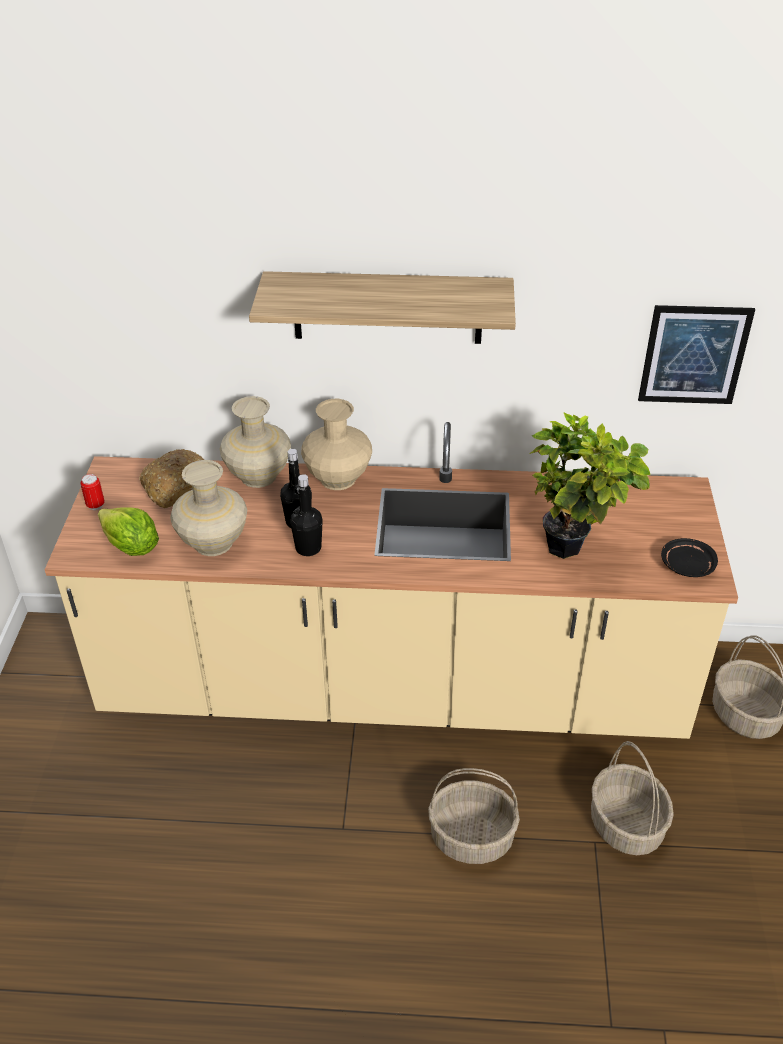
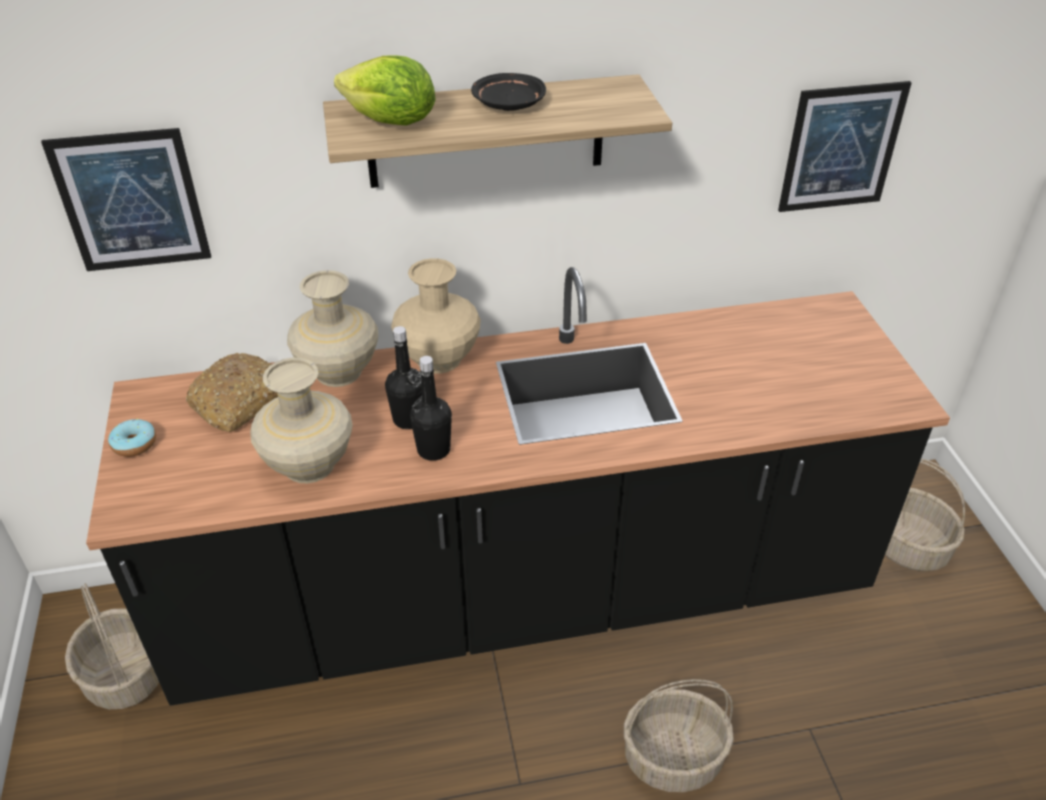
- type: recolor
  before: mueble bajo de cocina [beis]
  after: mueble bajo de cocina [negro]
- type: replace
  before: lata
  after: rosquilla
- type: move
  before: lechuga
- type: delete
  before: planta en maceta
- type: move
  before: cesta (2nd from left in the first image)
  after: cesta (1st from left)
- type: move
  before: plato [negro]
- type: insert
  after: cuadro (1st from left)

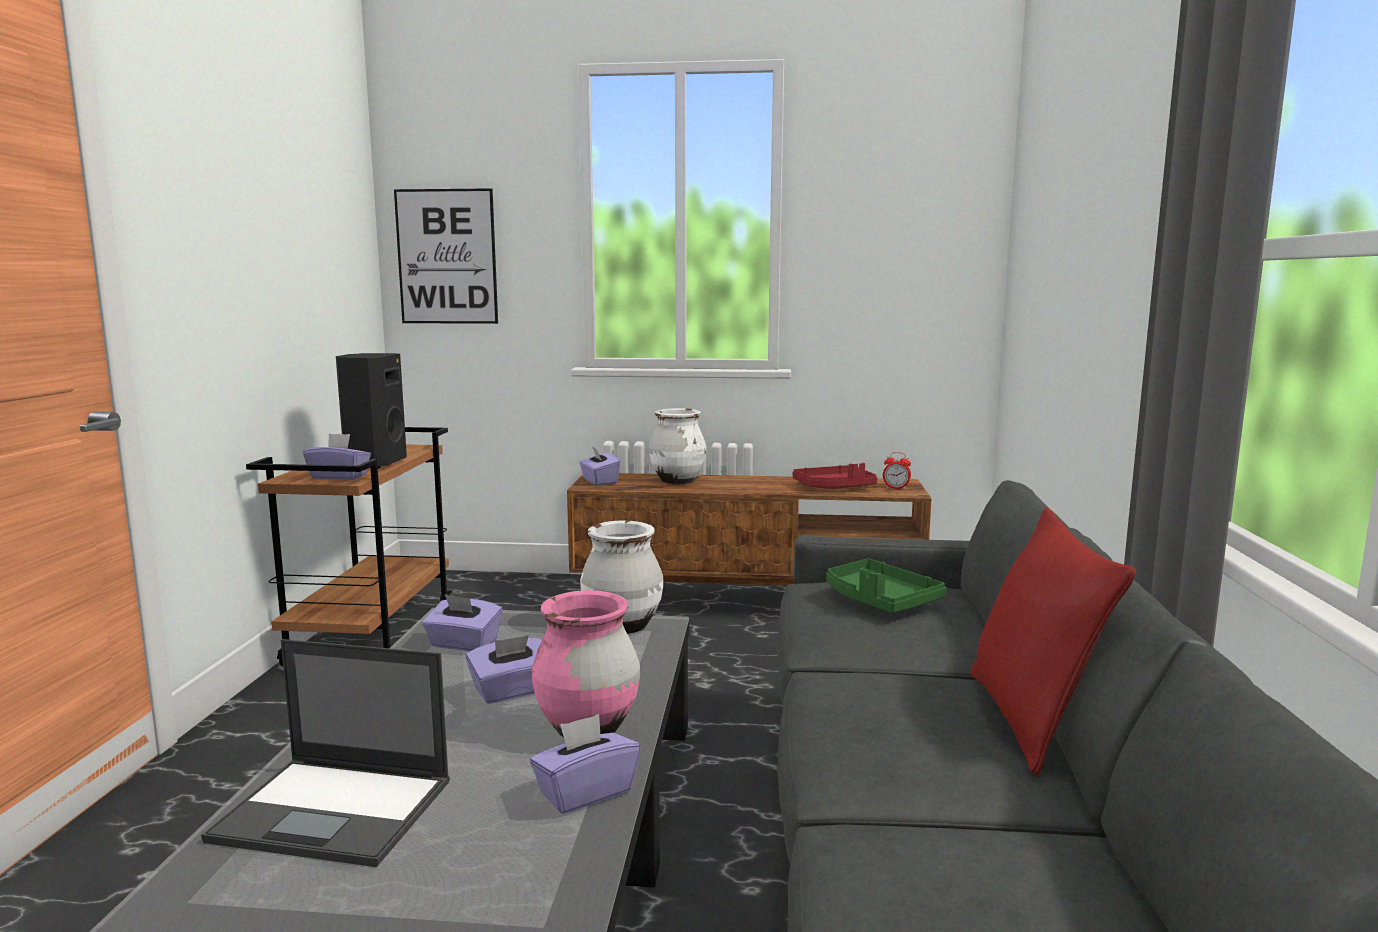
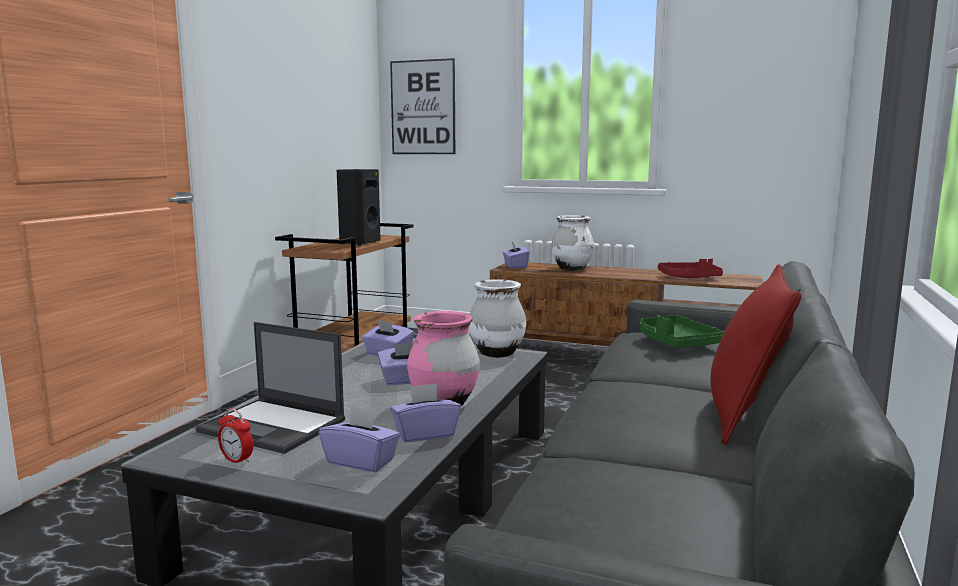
- type: move
  before: caja de pañuelos [morado] (1st from left)
- type: move
  before: despertador

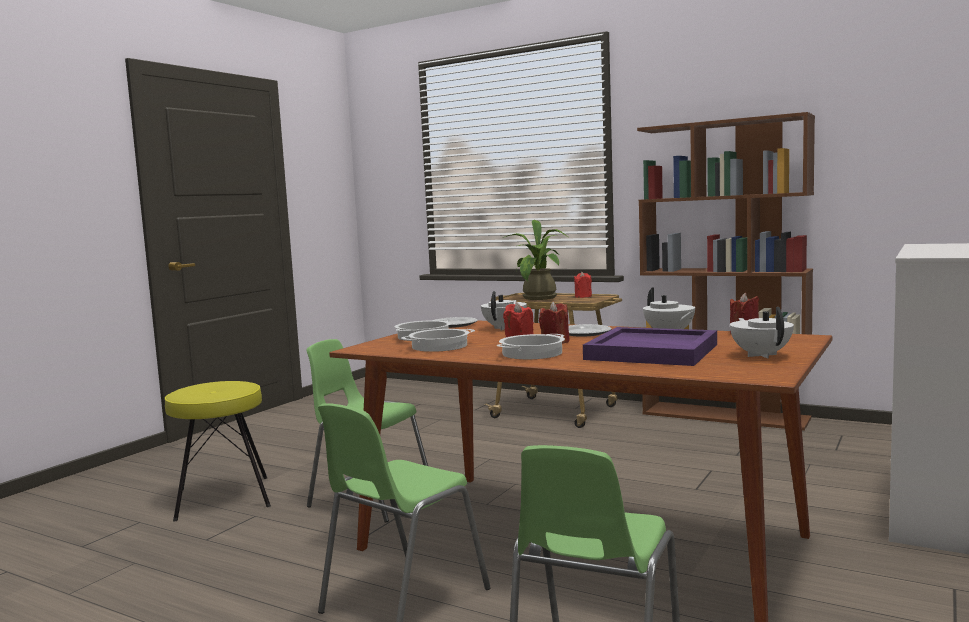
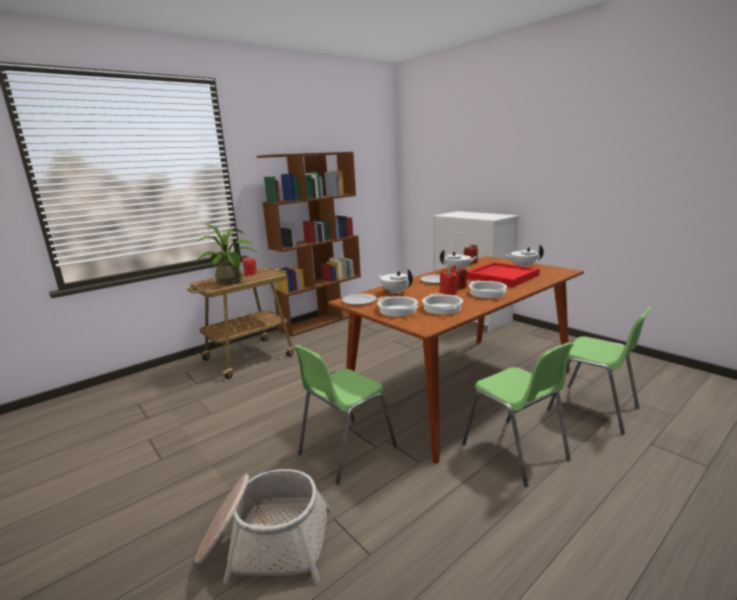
- type: replace
  before: taburete [amarillo]
  after: cesta
- type: recolor
  before: bandeja [morado]
  after: bandeja [rojo]

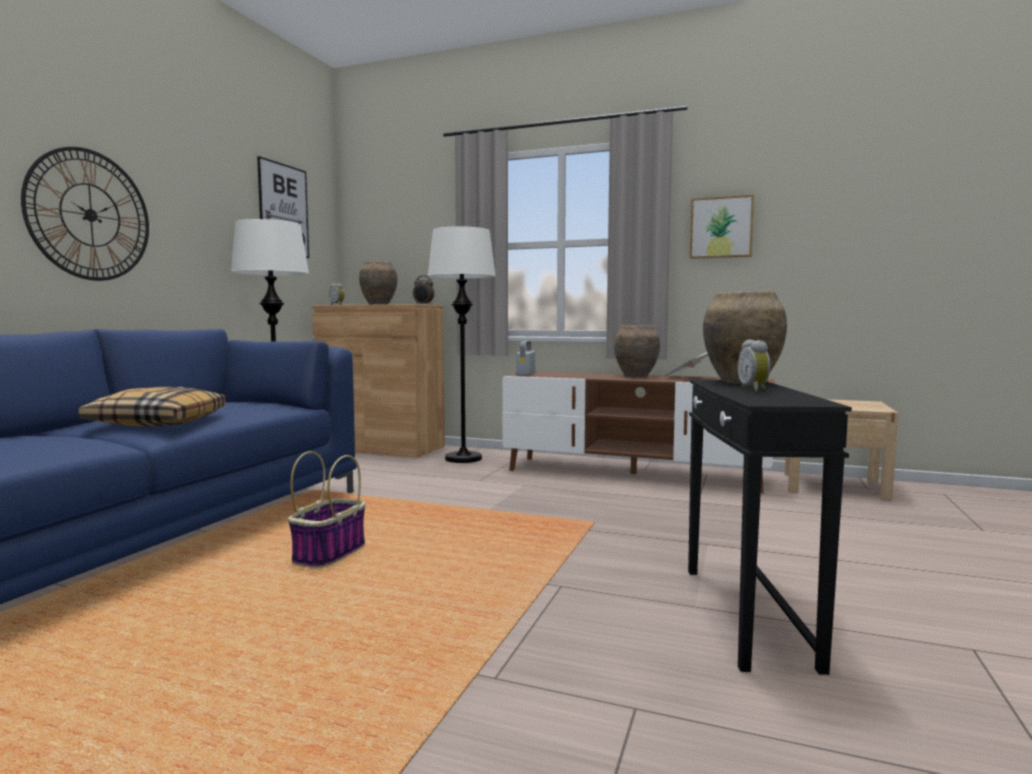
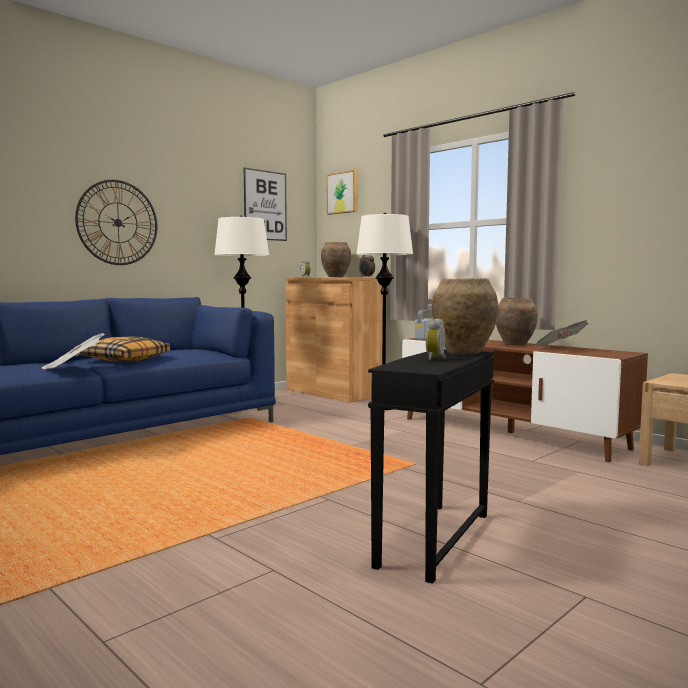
- type: delete
  before: cesta
- type: move
  before: cuadro (2nd from left)
- type: insert
  after: periódico (1st from left)

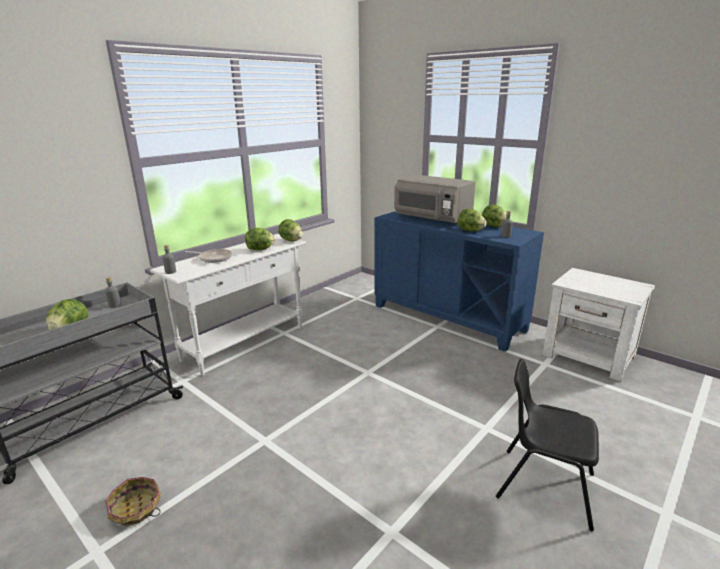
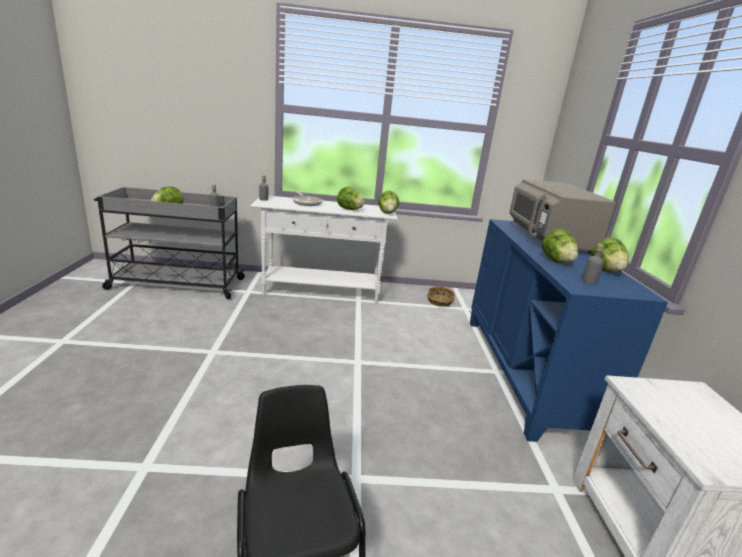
- type: move
  before: cesta

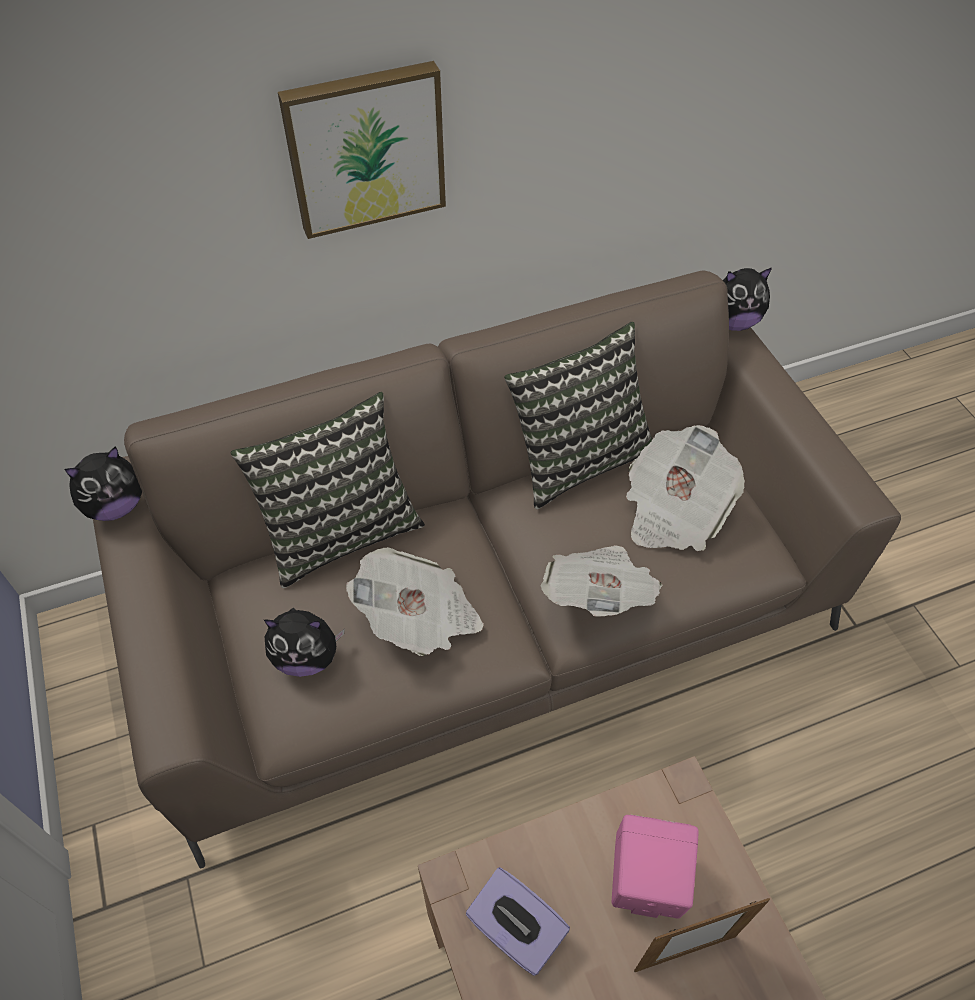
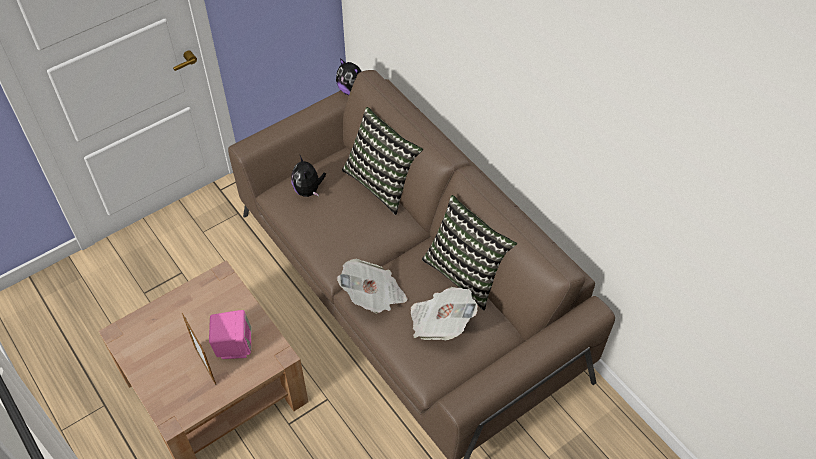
- type: delete
  before: cuadro
- type: delete
  before: periódico (1st from left)
- type: delete
  before: caja de pañuelos [morado]
- type: delete
  before: peluche (3rd from left)

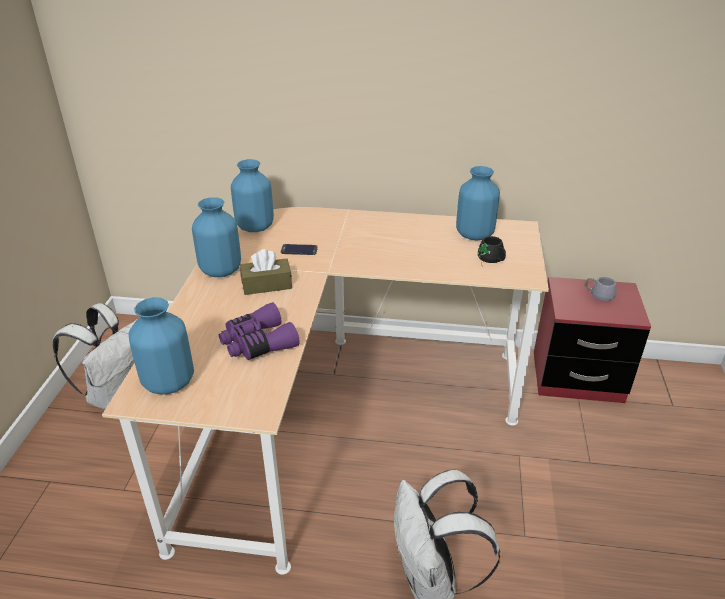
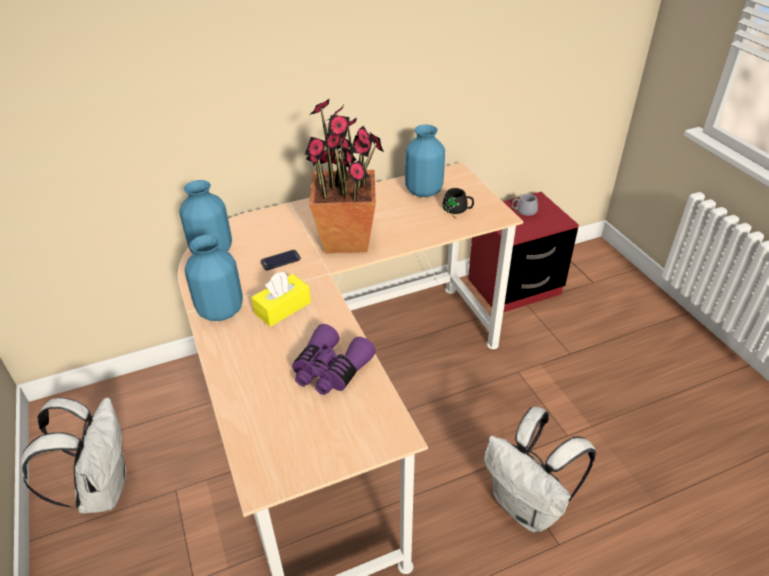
- type: delete
  before: florero [azul] (1st from left)
- type: recolor
  before: caja de pañuelos [marrón]
  after: caja de pañuelos [amarillo]
- type: insert
  after: planta en maceta

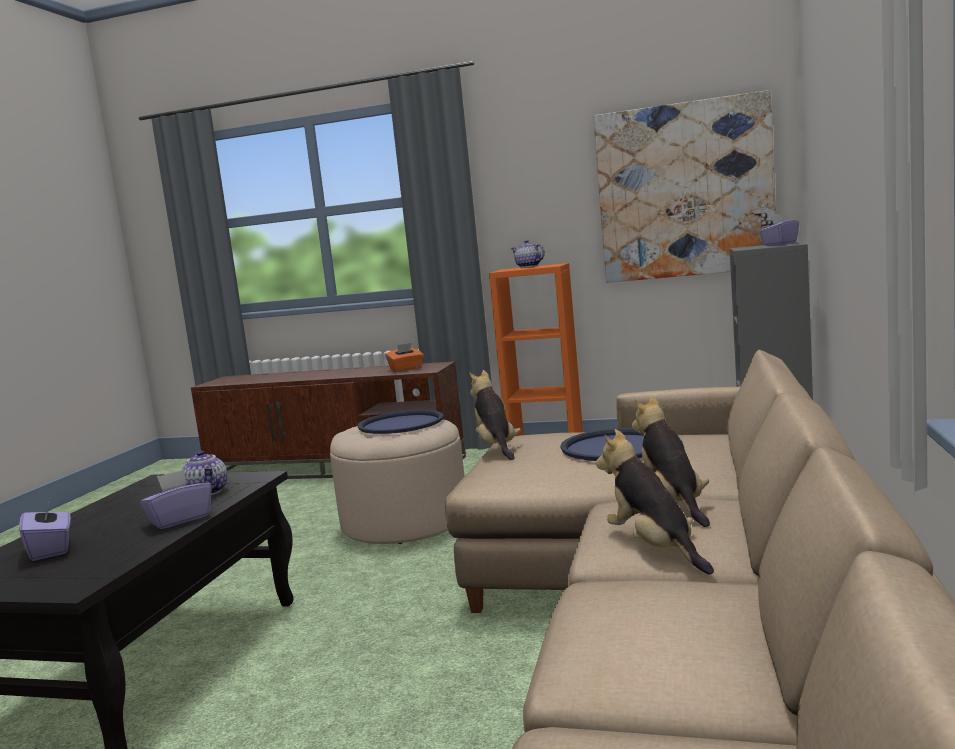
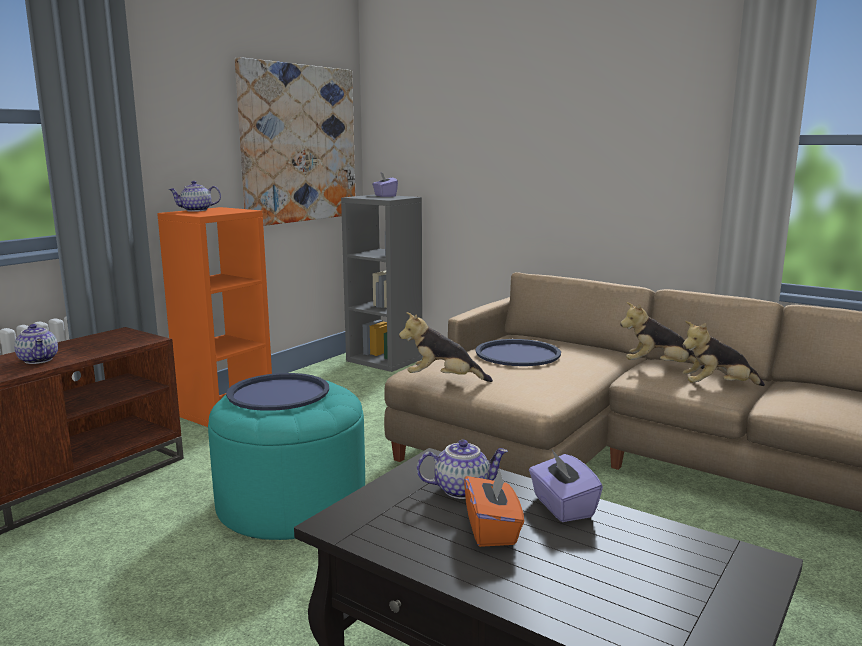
- type: delete
  before: caja de pañuelos [morado] (1st from left)
- type: recolor
  before: puf [beis]
  after: puf [turquesa]
- type: move
  before: caja de pañuelos [naranja]
- type: insert
  after: tetera (1st from left)

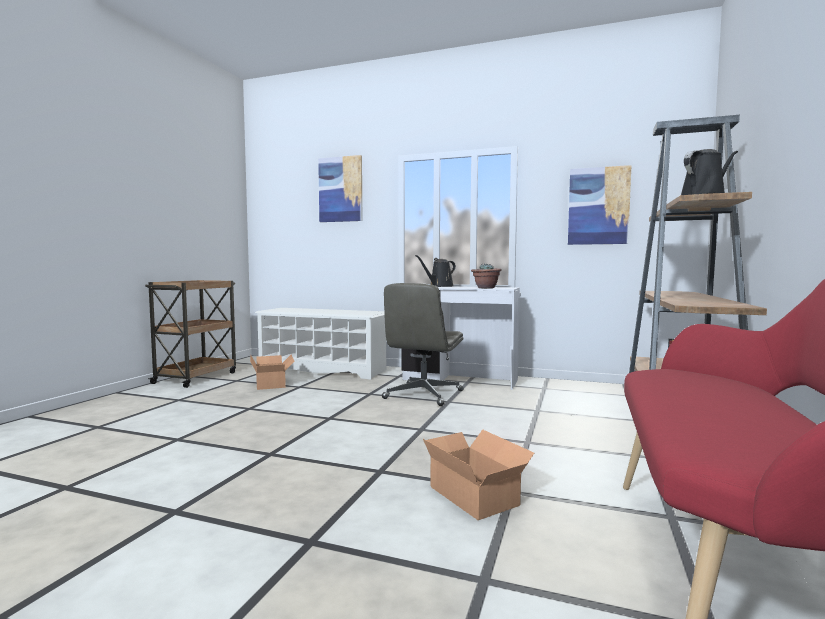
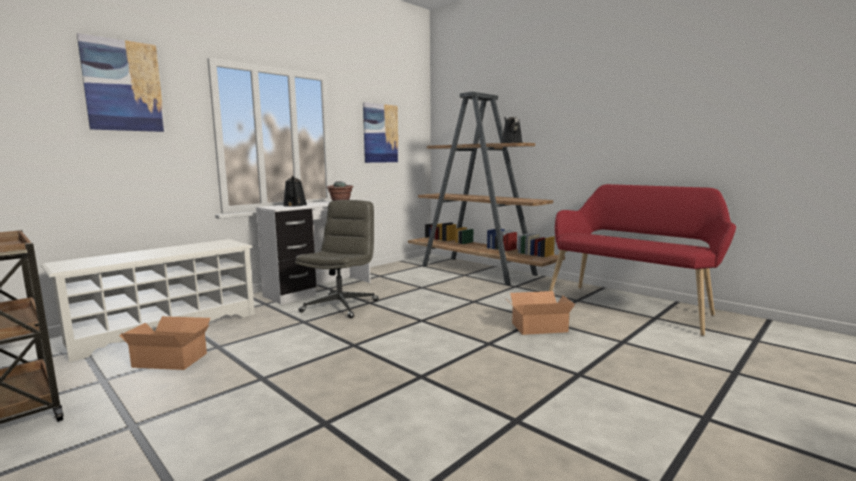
- type: rotate
  before: silla de oficina [gris]
  turn: -120

